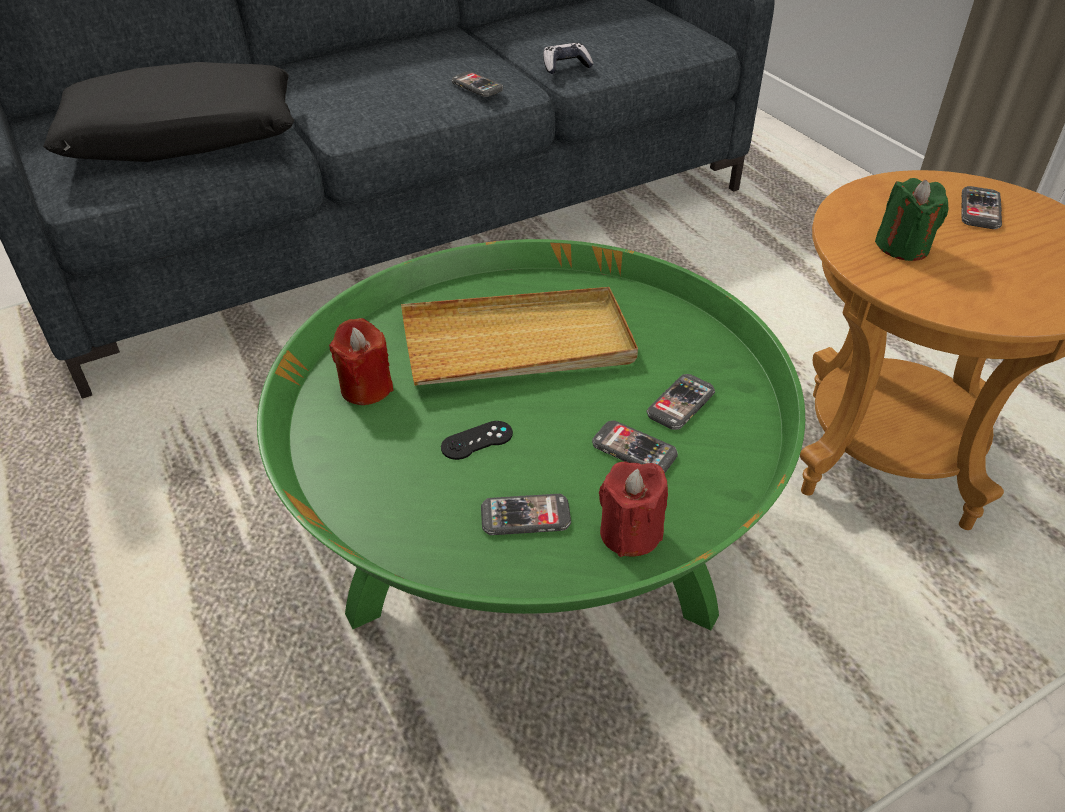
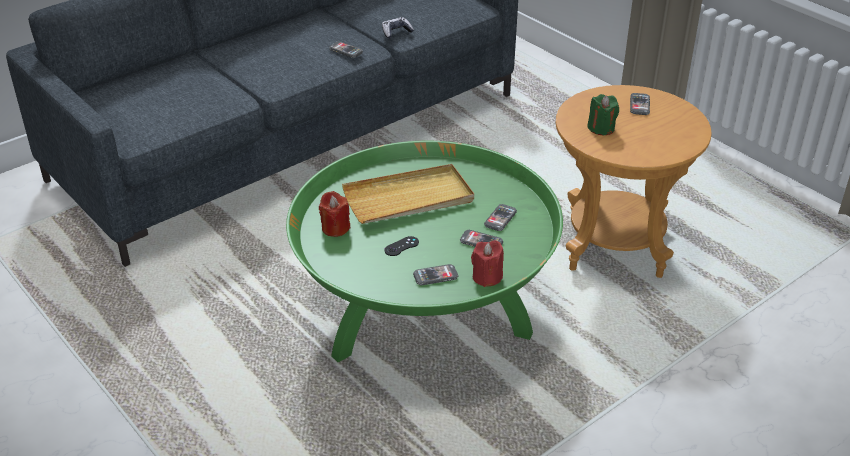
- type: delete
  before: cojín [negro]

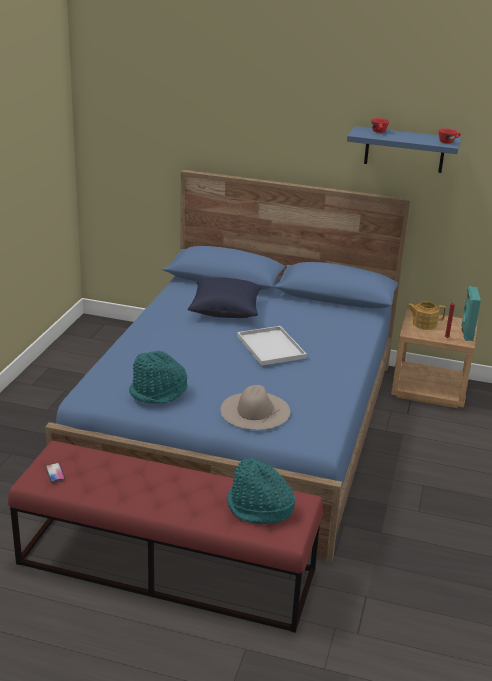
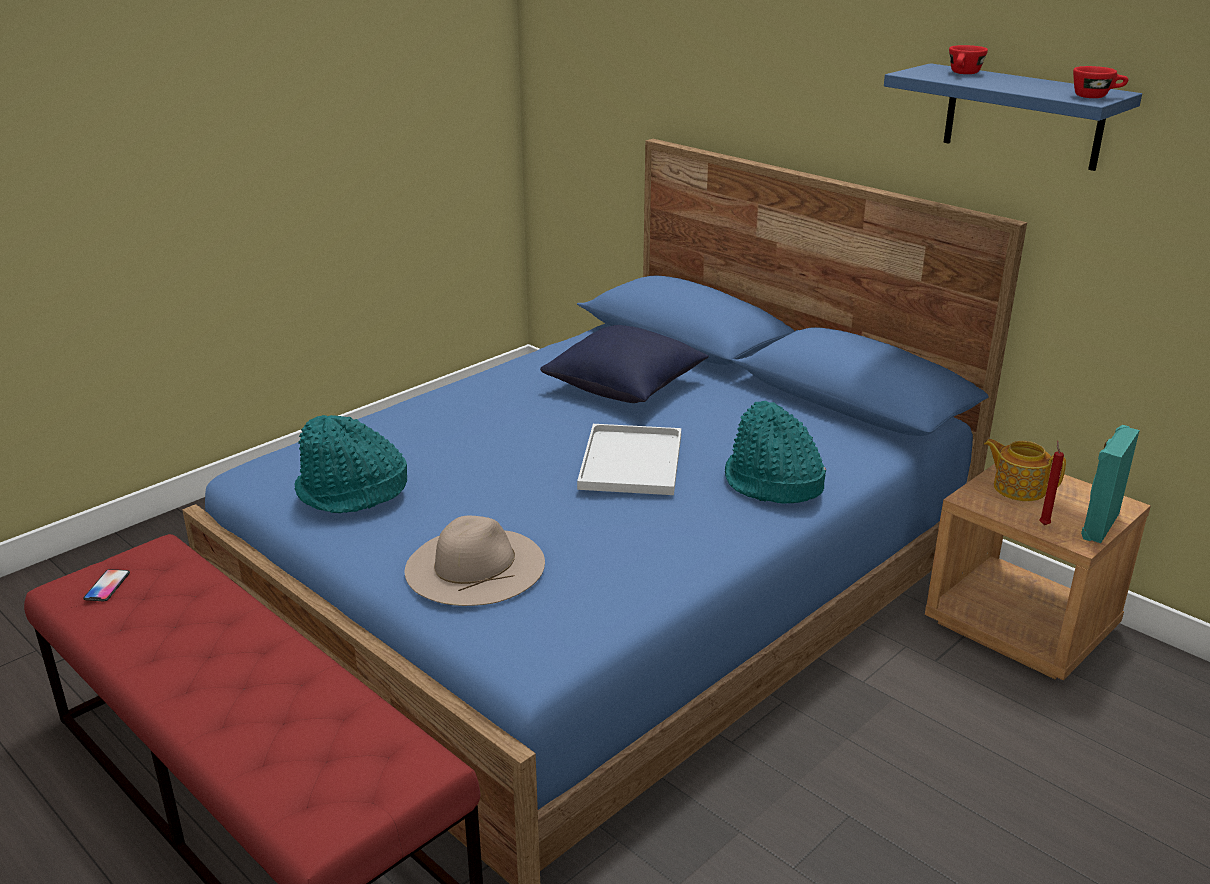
- type: move
  before: sombrero [turquesa] (2nd from left)

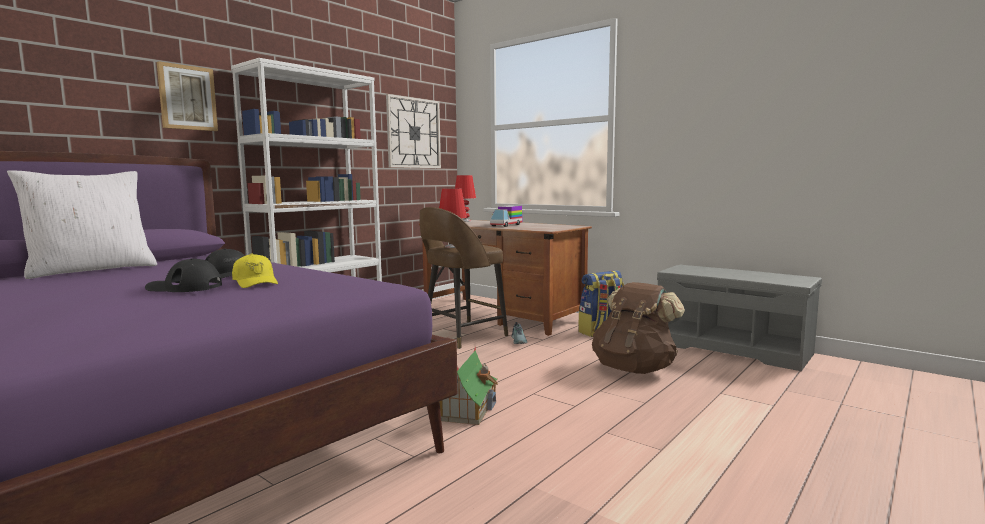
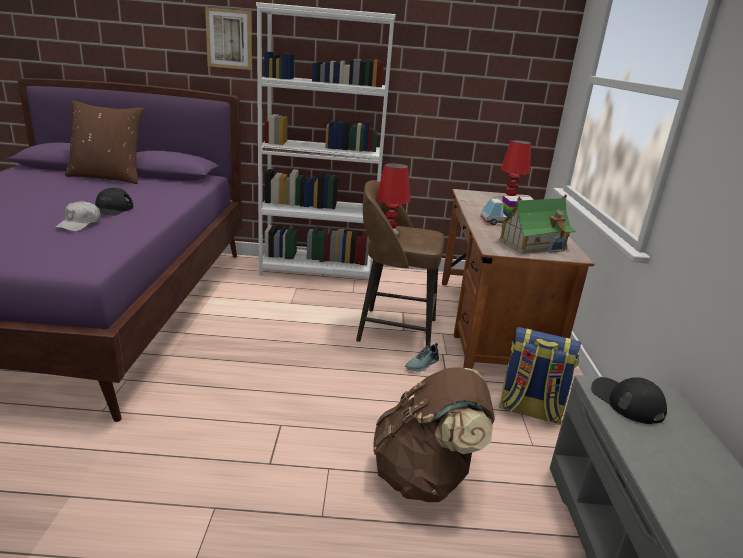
- type: recolor
  before: cojín [blanco]
  after: cojín [marrón]
- type: move
  before: gorra [negro] (1st from left in the first image)
  after: gorra [negro] (2nd from left)
- type: recolor
  before: gorra [amarillo]
  after: gorra [blanco]
- type: delete
  before: reloj de pared
- type: move
  before: casita

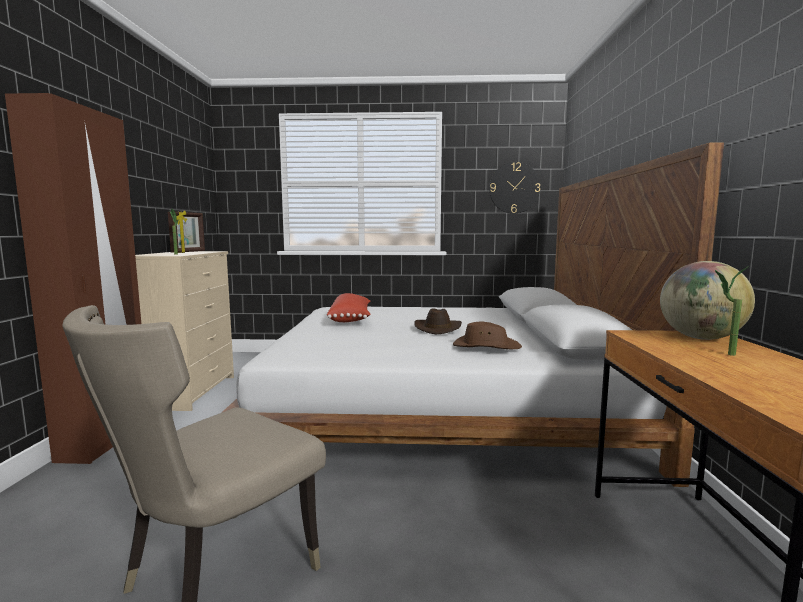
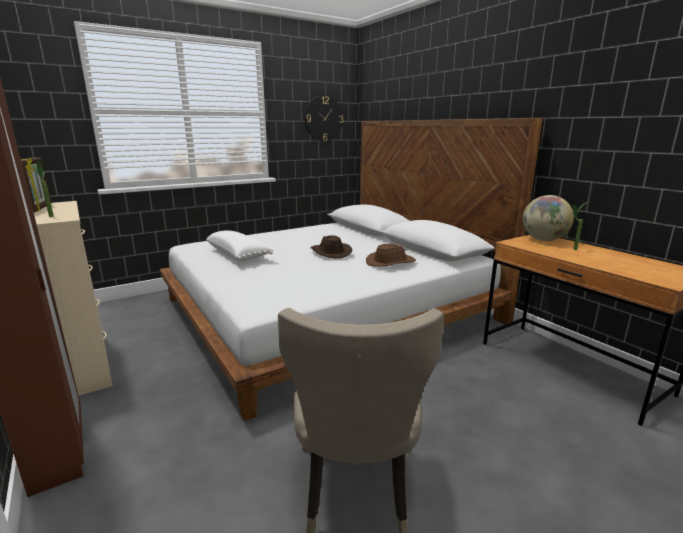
- type: recolor
  before: cojín [rojo]
  after: cojín [blanco]

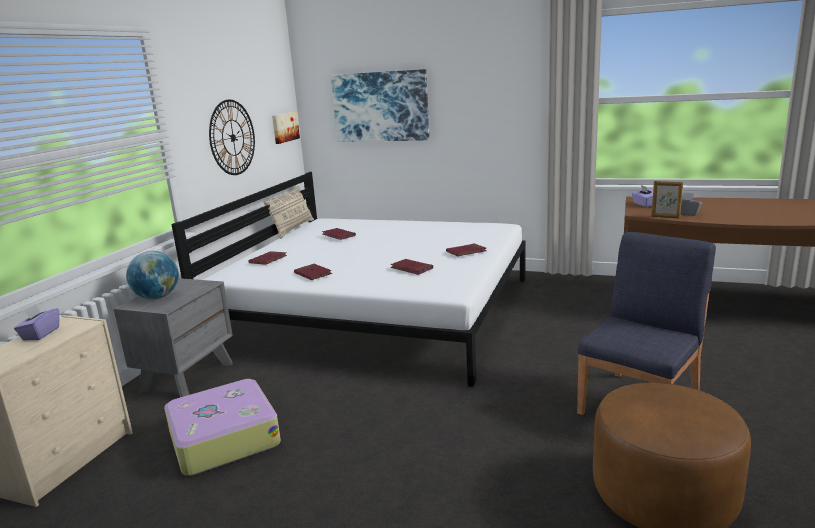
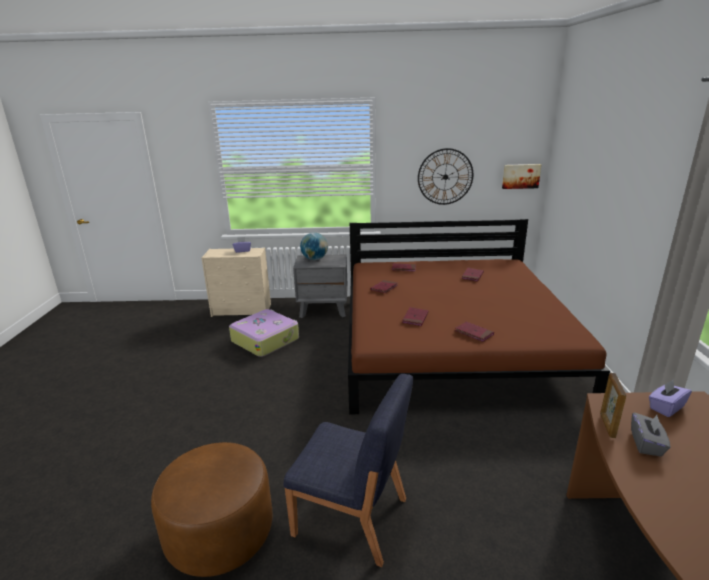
- type: recolor
  before: cama [blanco]
  after: cama [marrón]
- type: delete
  before: cojín [beis]
- type: delete
  before: cuadro (2nd from left)

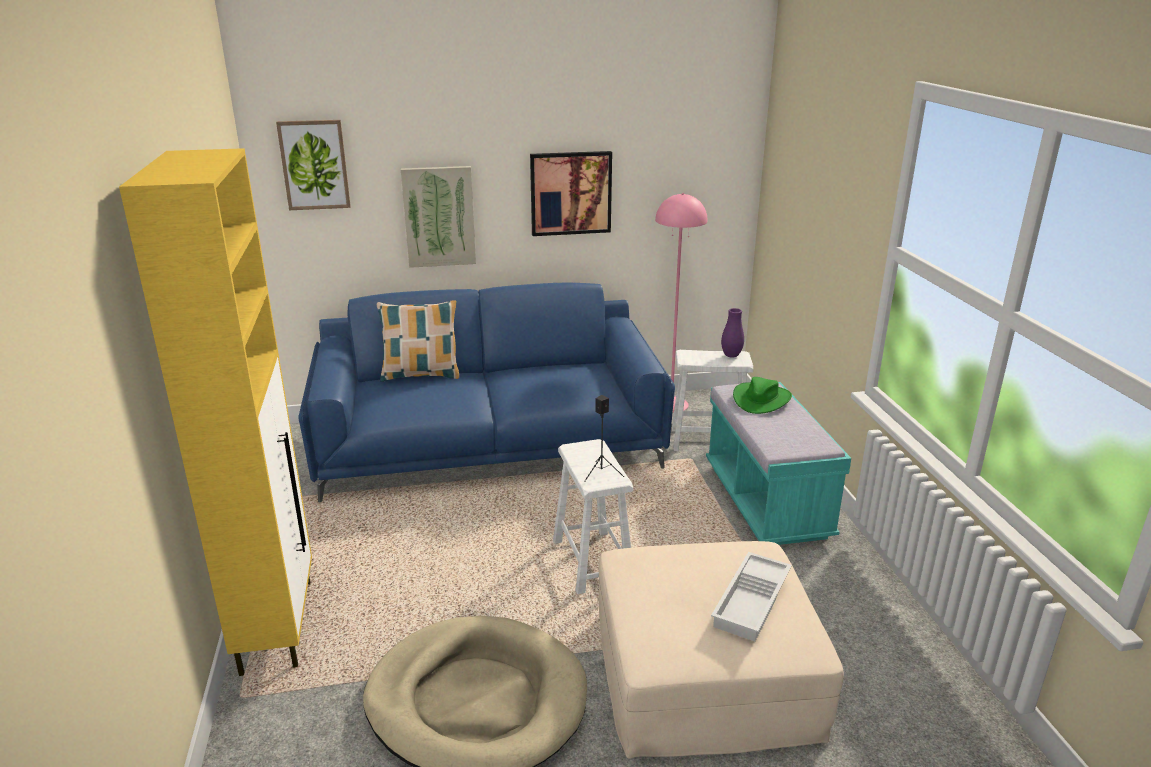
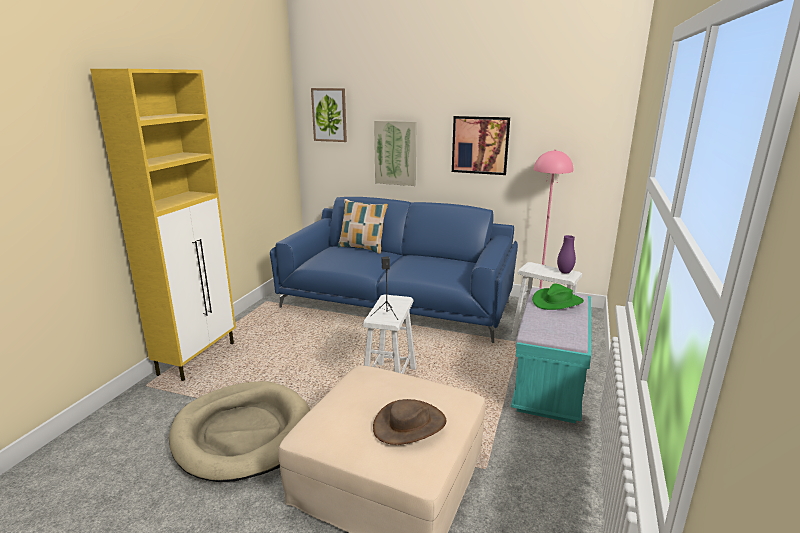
- type: replace
  before: bandeja [blanco]
  after: sombrero [marrón]

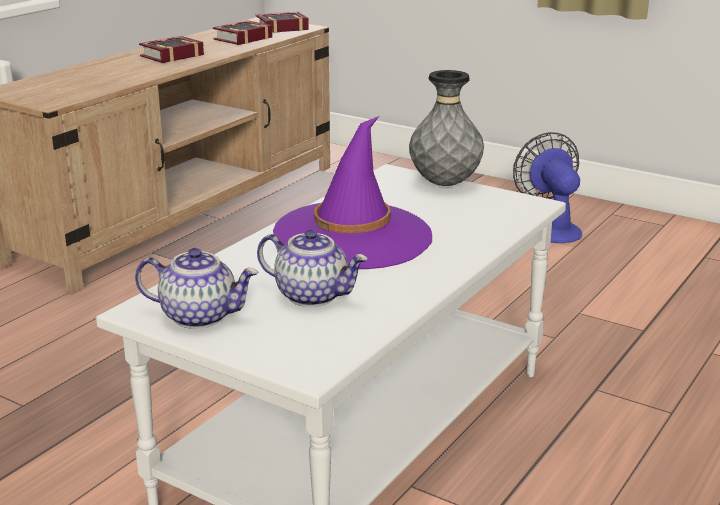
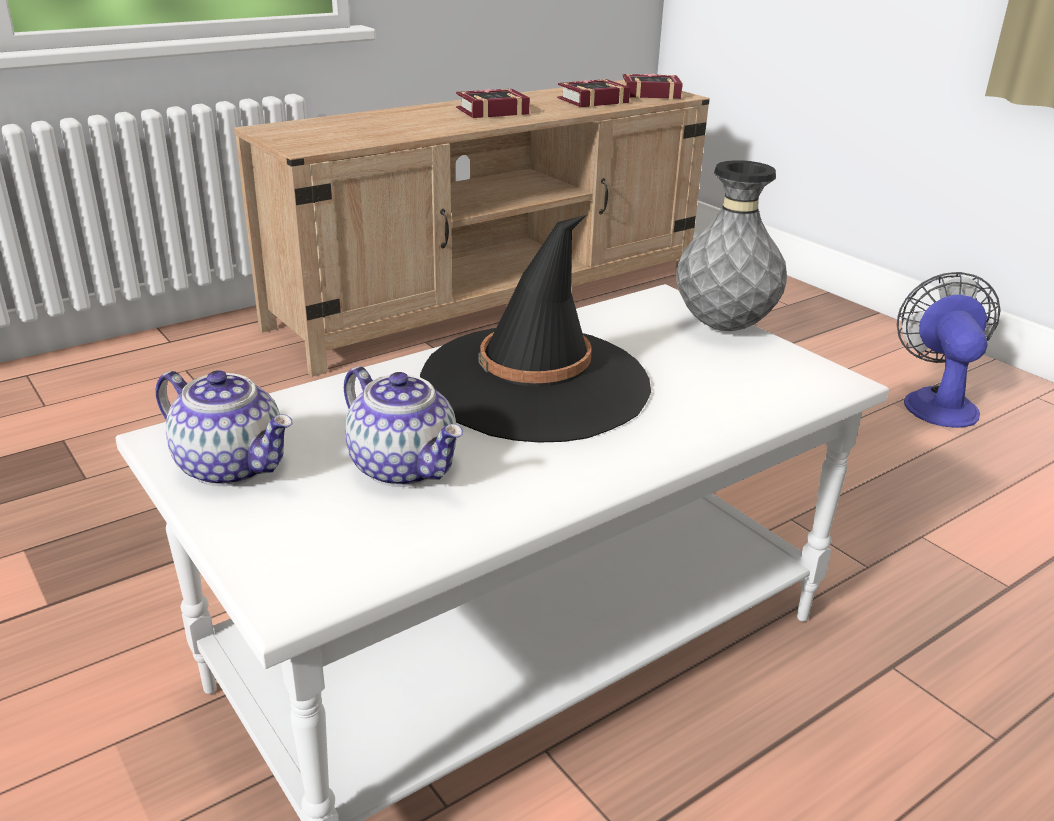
- type: recolor
  before: sombrero [morado]
  after: sombrero [negro]

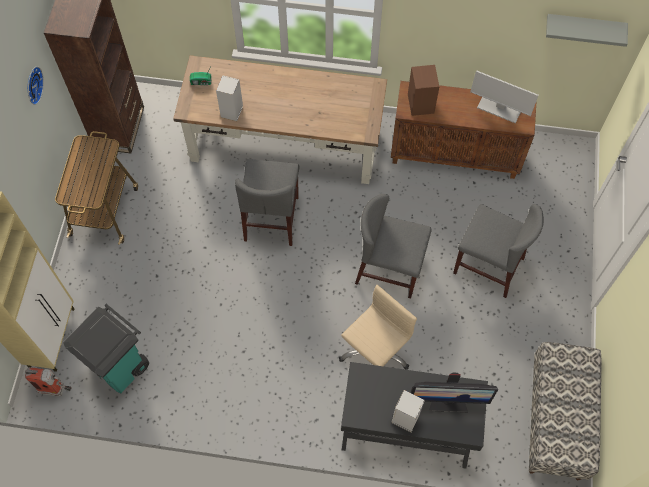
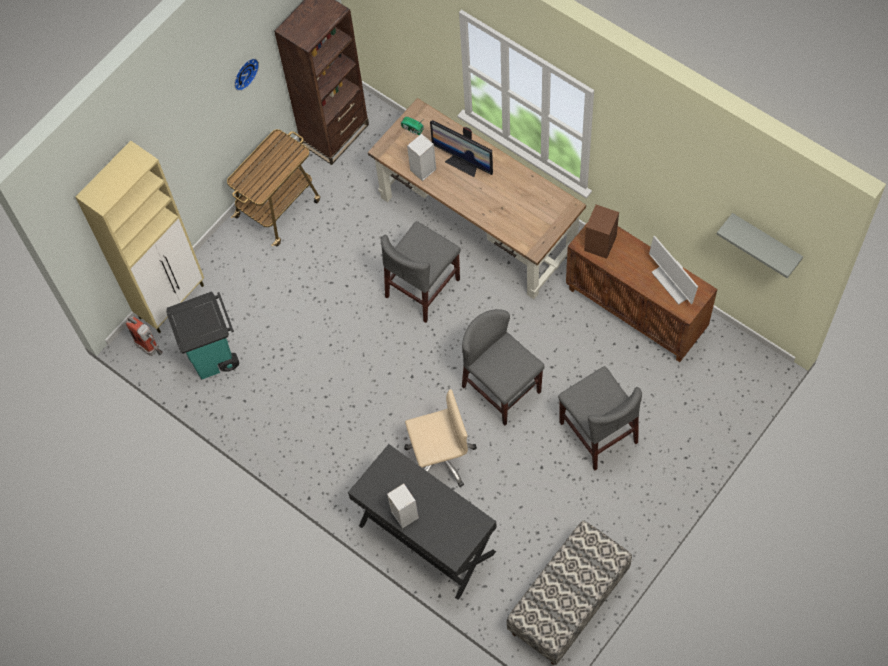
- type: move
  before: monitor (1st from left)

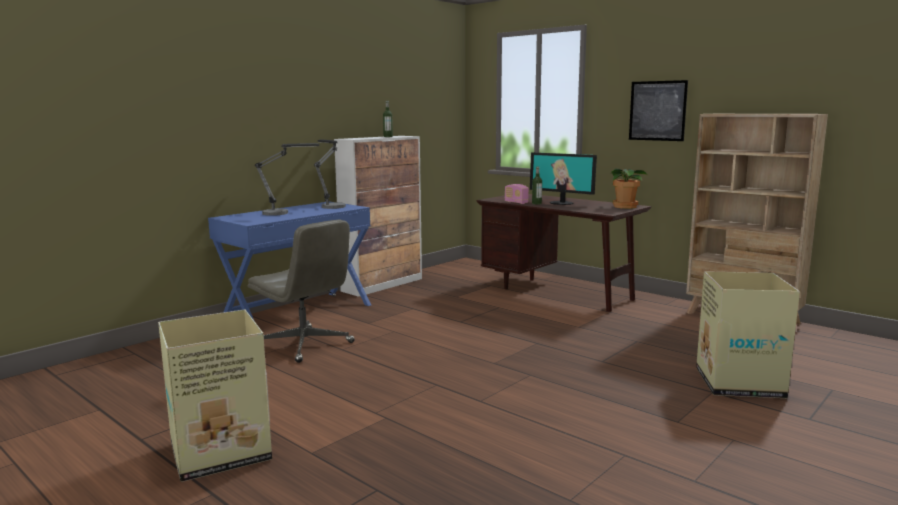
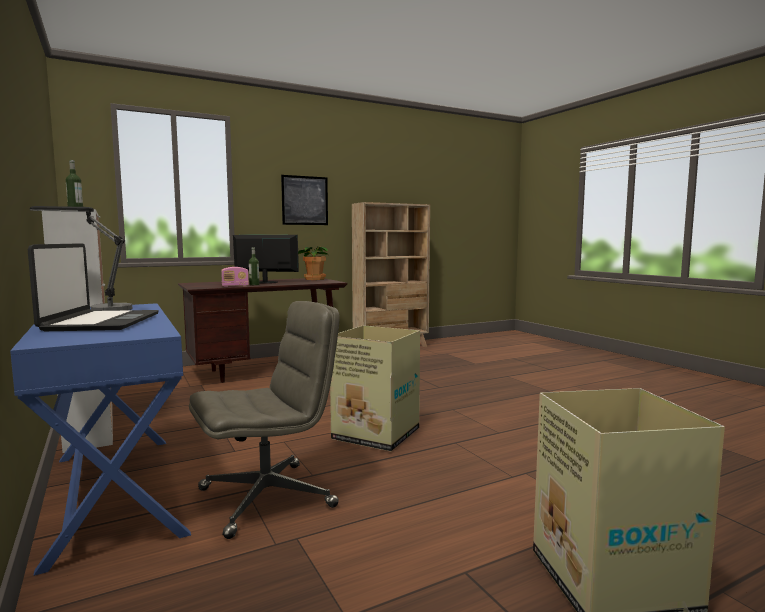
- type: replace
  before: lámpara de mesa (1st from left)
  after: portátil
- type: rotate
  before: monitor
  turn: -135
- type: move
  before: caja de cartón (2nd from left in the first image)
  after: caja de cartón (1st from left)

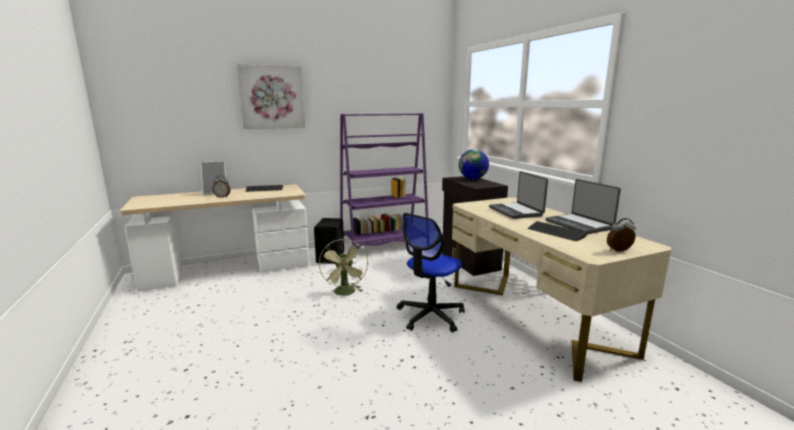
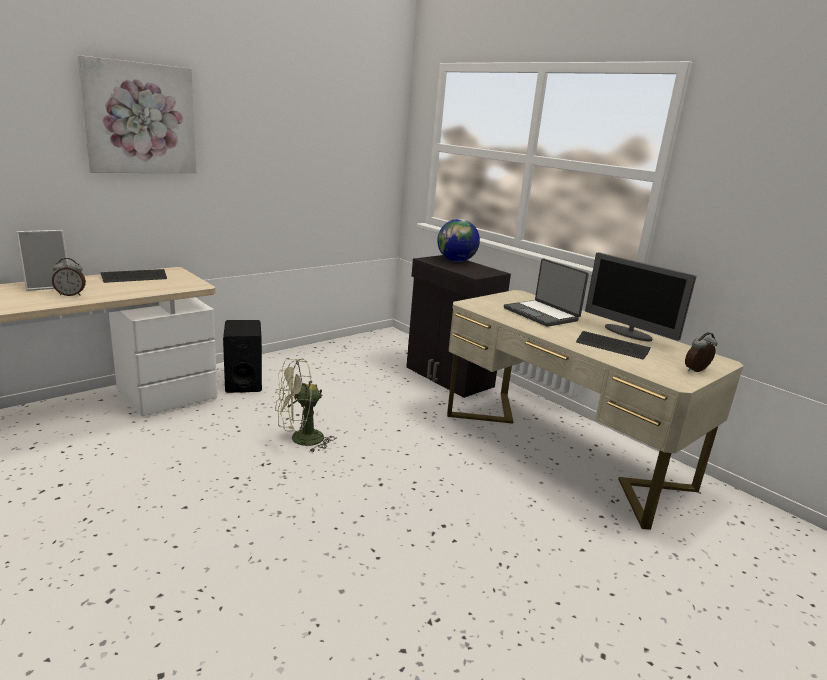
- type: rotate
  before: ventilador [verde]
  turn: 90
- type: delete
  before: estantería [morado]
- type: delete
  before: silla de oficina
- type: replace
  before: portátil (2nd from left)
  after: monitor

